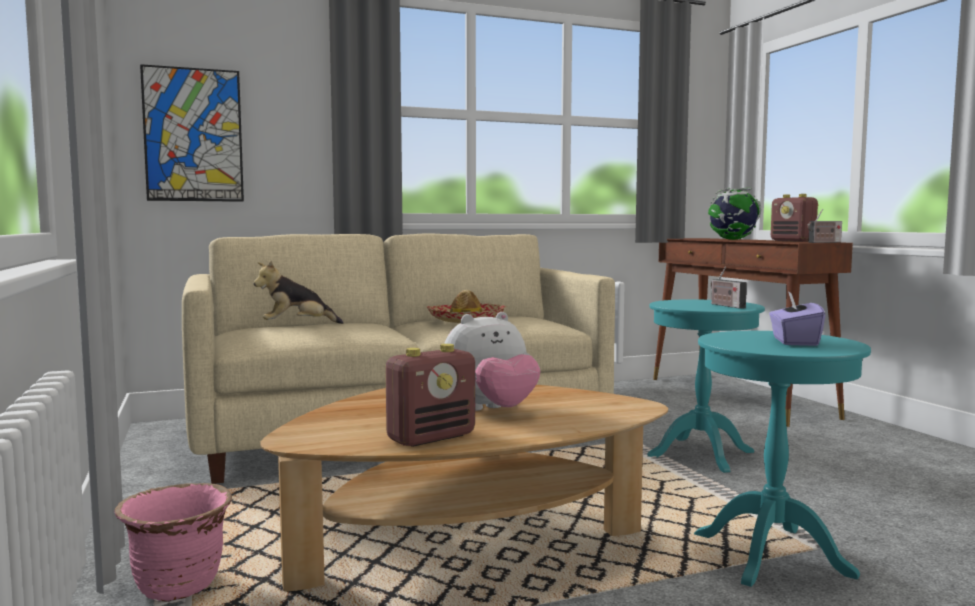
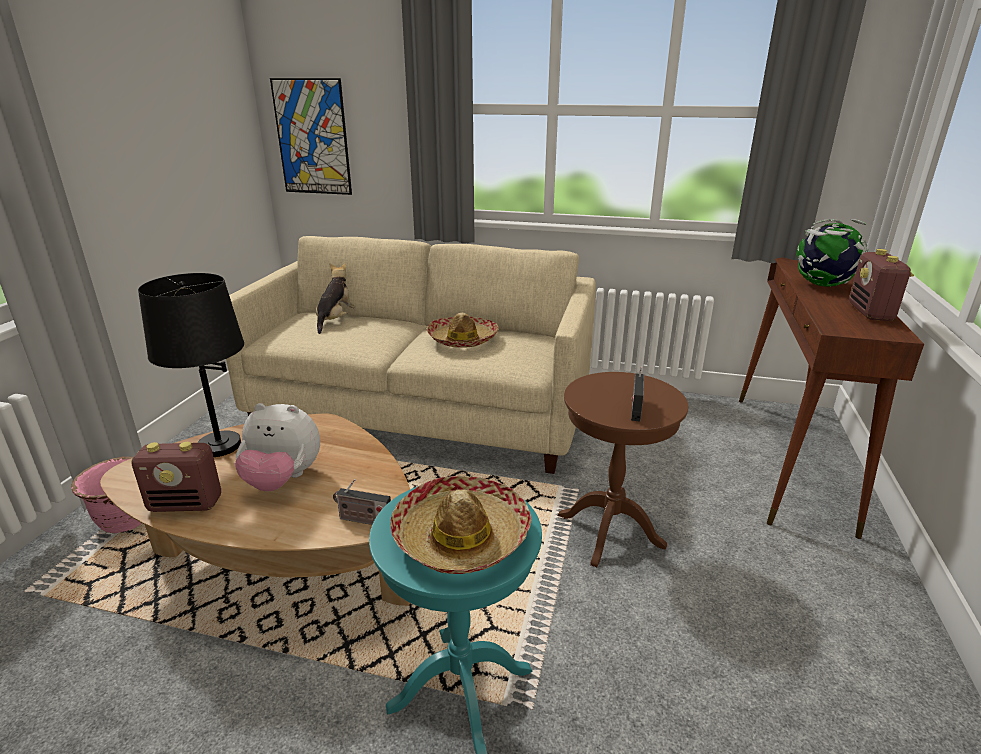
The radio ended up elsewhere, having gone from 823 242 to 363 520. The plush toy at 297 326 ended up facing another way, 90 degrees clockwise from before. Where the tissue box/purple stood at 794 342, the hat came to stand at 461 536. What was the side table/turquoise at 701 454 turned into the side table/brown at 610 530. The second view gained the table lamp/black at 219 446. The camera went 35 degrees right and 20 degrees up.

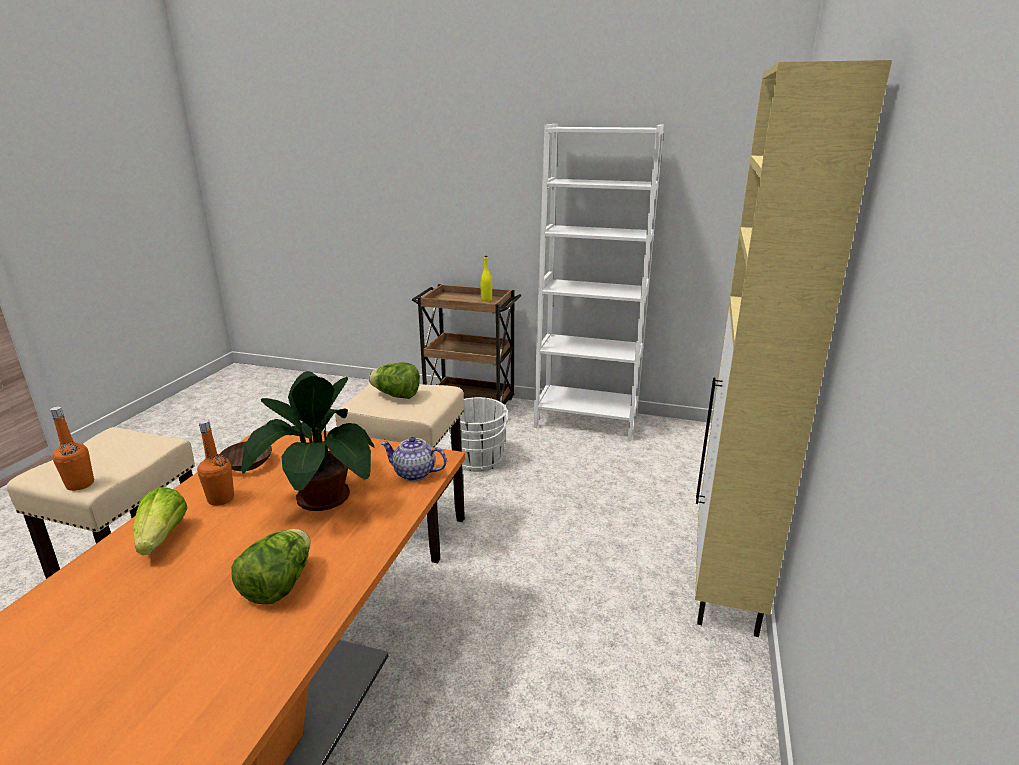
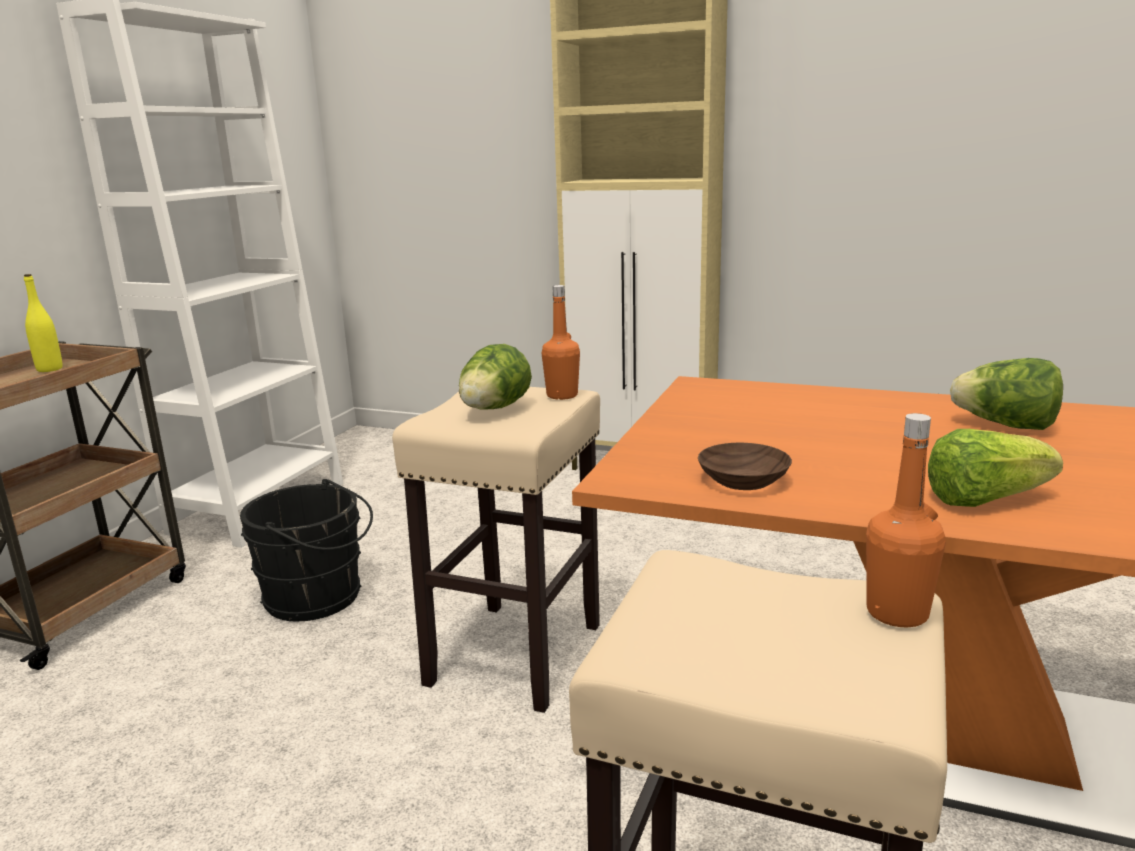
The second view lost the potted plant at 321 498. What was the bucket/white at 477 460 turned into the bucket/black at 318 598. The bottle/orange ended up elsewhere, having gone from 221 499 to 562 395. The second view lost the teapot at 414 473. The camera went 85 degrees left and 5 degrees down.

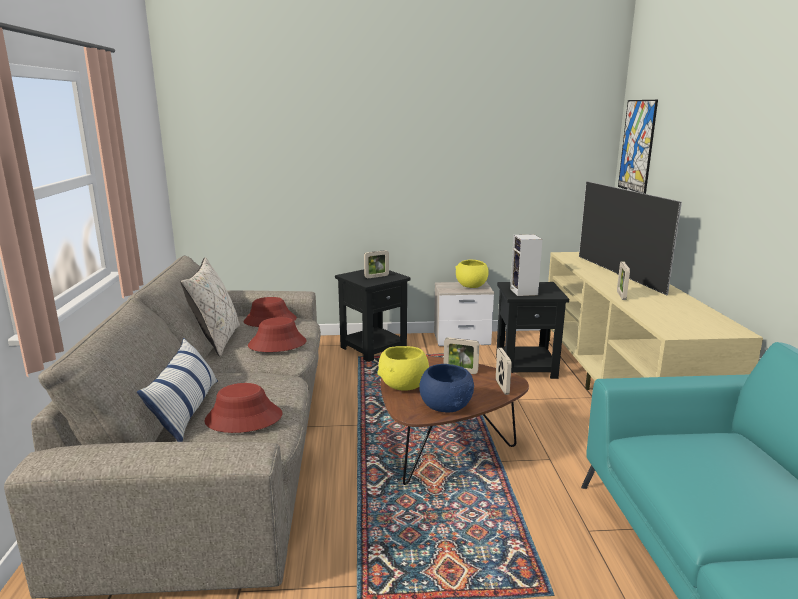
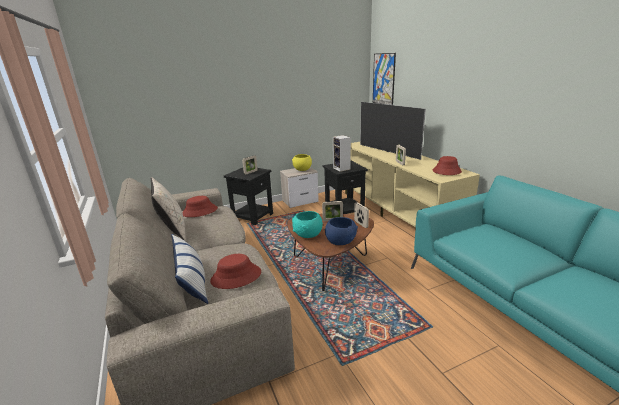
The hat/red ended up elsewhere, having gone from 277 344 to 446 171. What was the bowl/yellow at 402 385 turned into the bowl/turquoise at 307 235. The camera went 20 degrees left and 5 degrees up.

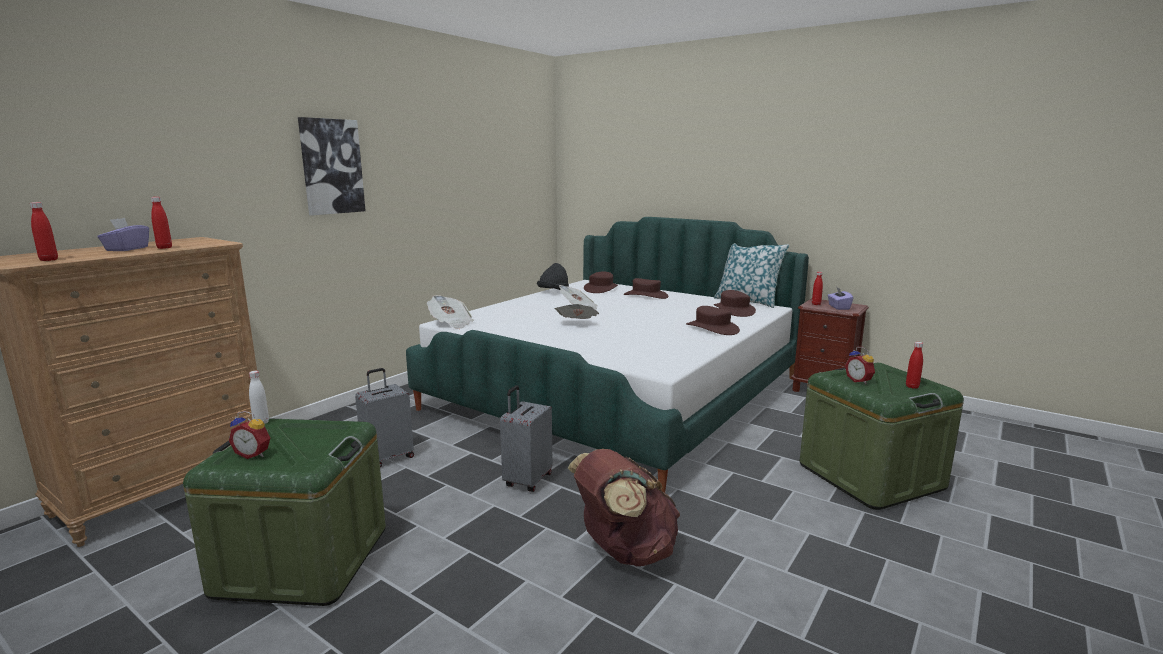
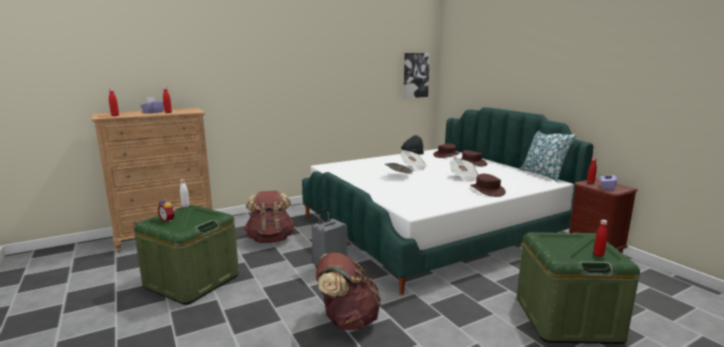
The picture ended up elsewhere, having gone from 331 166 to 415 75. The second view lost the hat/brown at 734 310. The newspaper ended up elsewhere, having gone from 451 324 to 463 178. The second view lost the alarm clock at 859 381. Where the suitcase/grey stood at 388 457, the backpack/brown came to stand at 270 239. The camera went 25 degrees right and 0 degrees up.

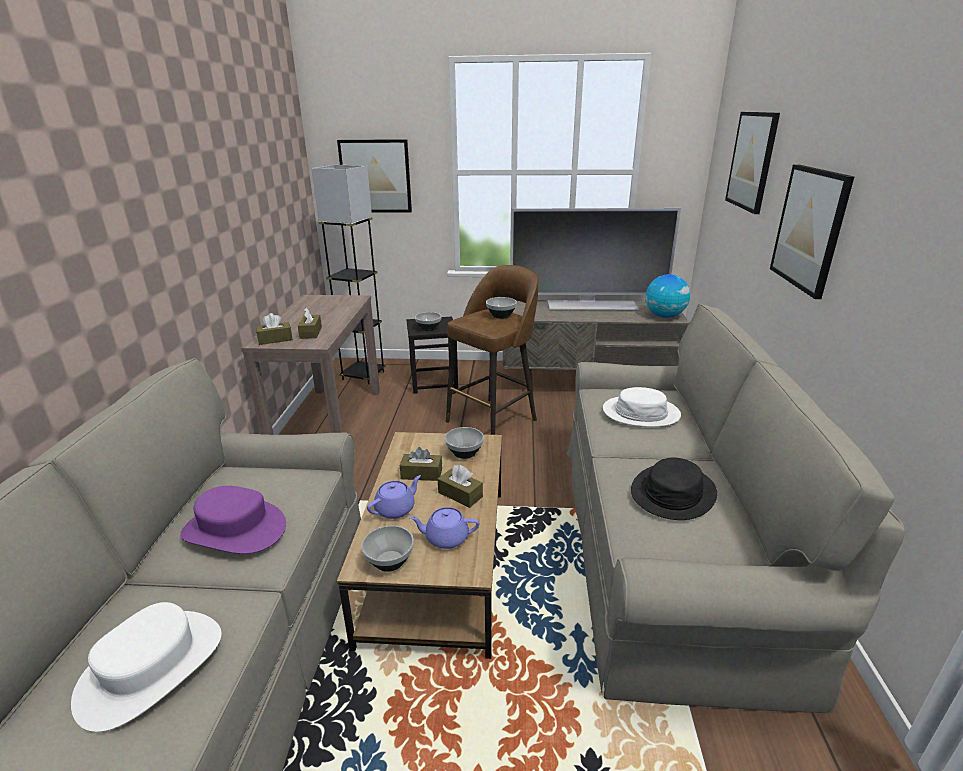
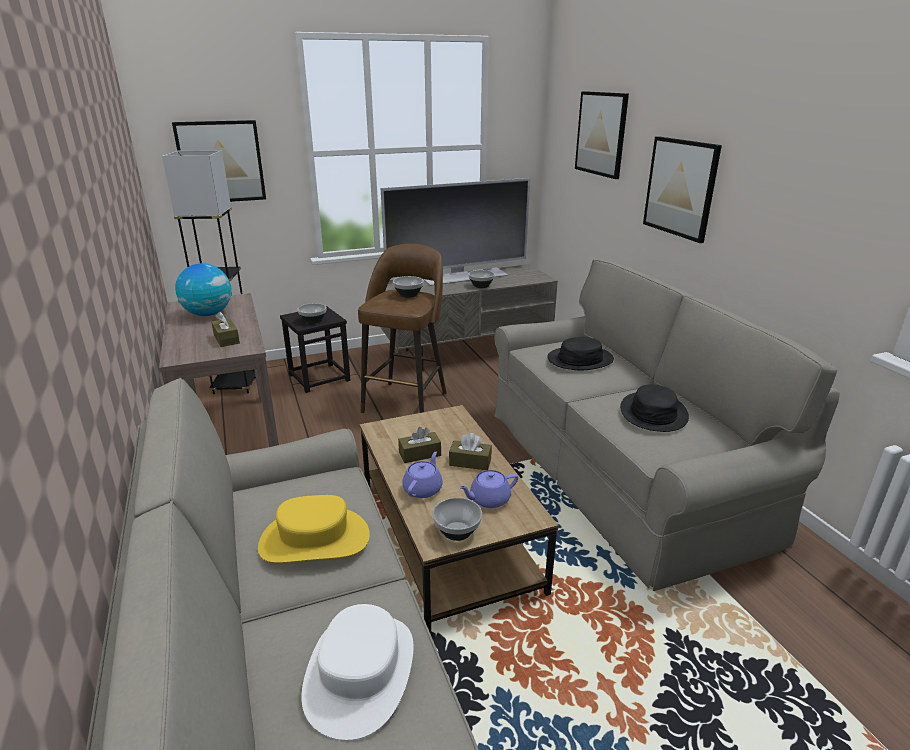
The globe ended up elsewhere, having gone from 664 316 to 208 314. The second view lost the tissue box/brown at 275 339. What was the hat/white at 640 413 turned into the hat/black at 580 359. The bowl ended up elsewhere, having gone from 465 453 to 481 286. What was the hat/purple at 235 529 turned into the hat/yellow at 315 539. The camera went 25 degrees left and 0 degrees up.

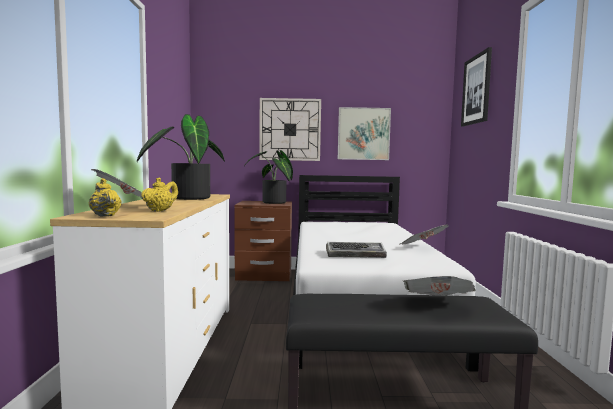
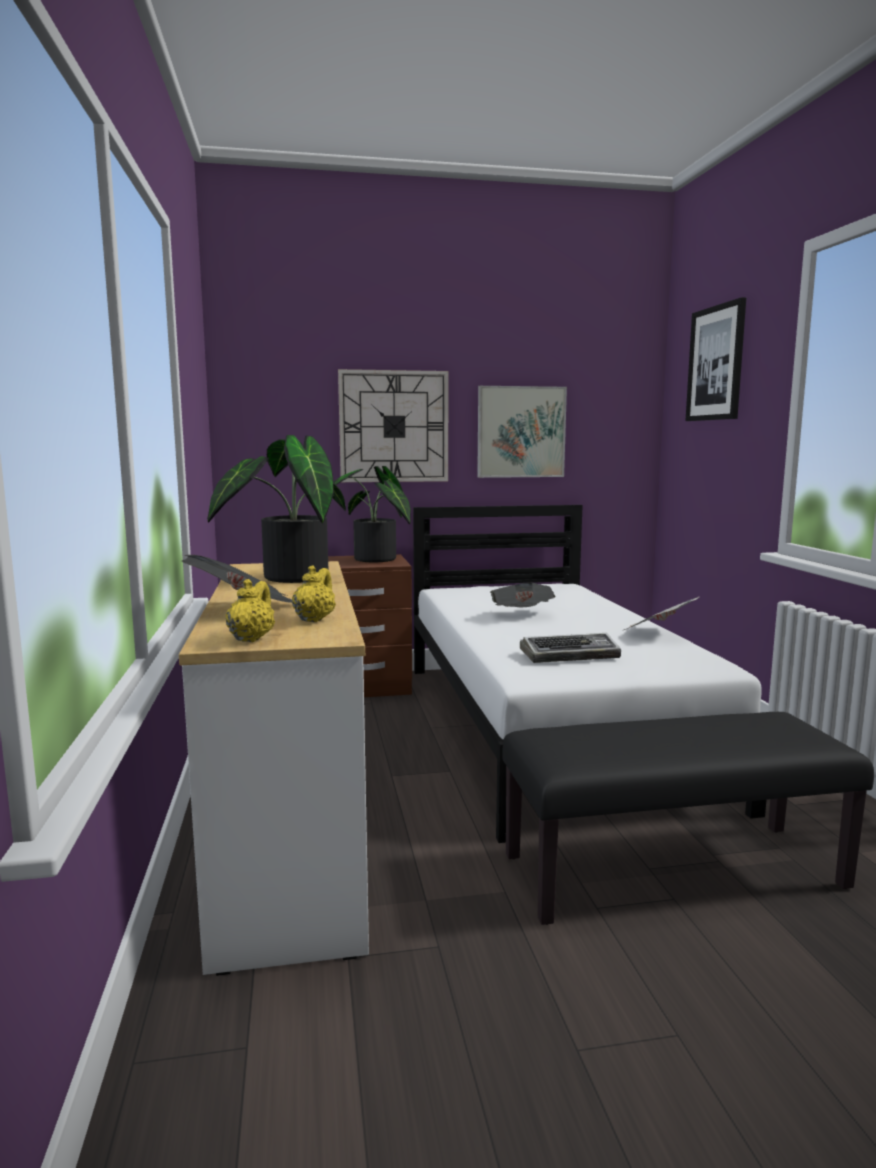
The teapot/yellow at 105 215 ended up facing another way, 60 degrees clockwise from before. The newspaper ended up elsewhere, having gone from 437 306 to 522 614. The camera went 10 degrees left and 5 degrees up.

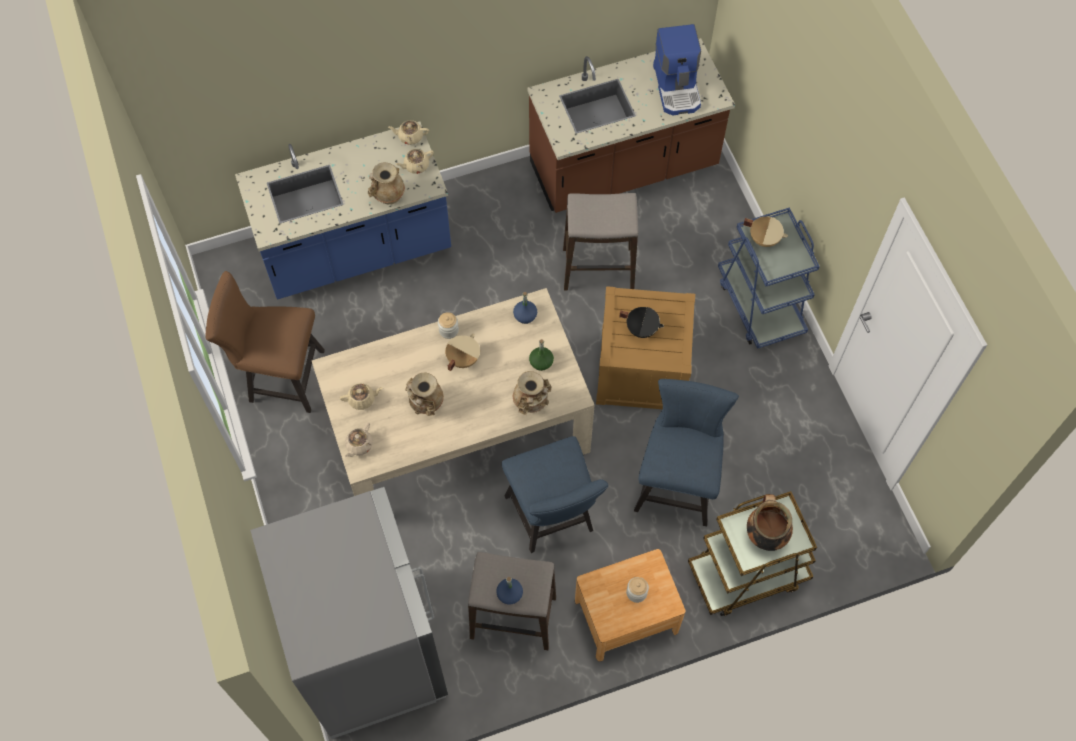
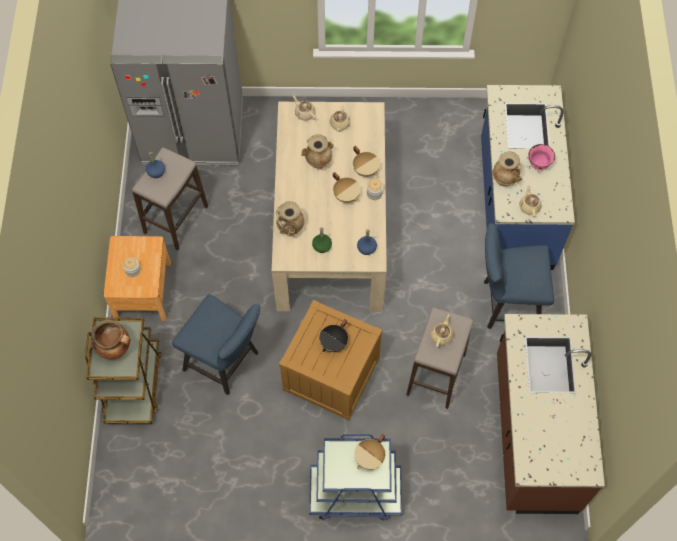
The second view lost the coffee machine at 677 87. The teapot/beige ended up elsewhere, having gone from 410 136 to 441 335. The second view lost the chair/brown at 280 376. The chair/blue ended up elsewhere, having gone from 552 518 to 506 304. The second view gained the bowl/pink at 538 165. The second view gained the cooking pot/beige at 366 170. The camera went 110 degrees right and 0 degrees up.

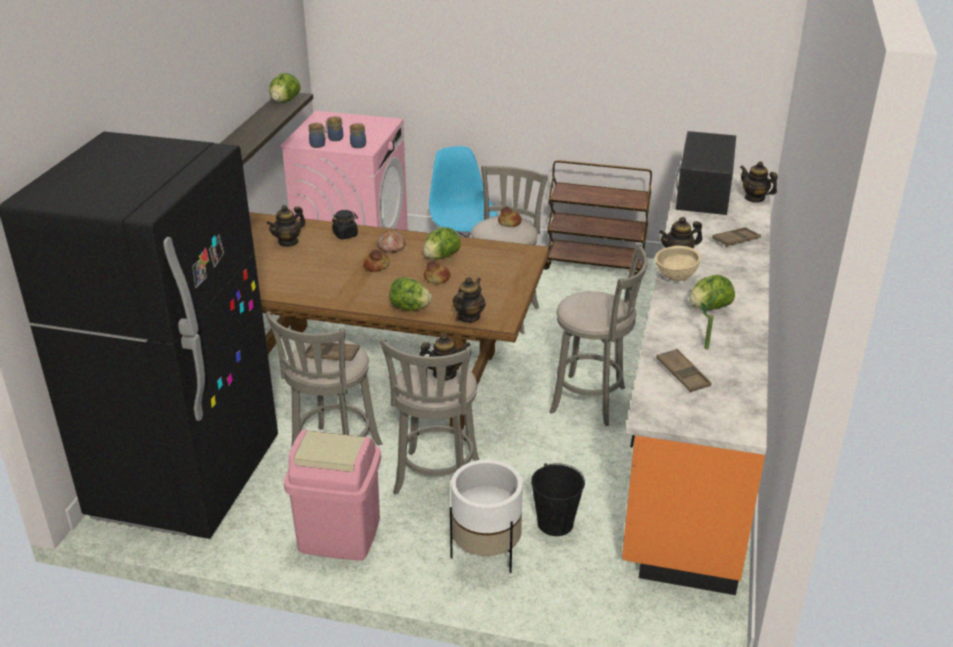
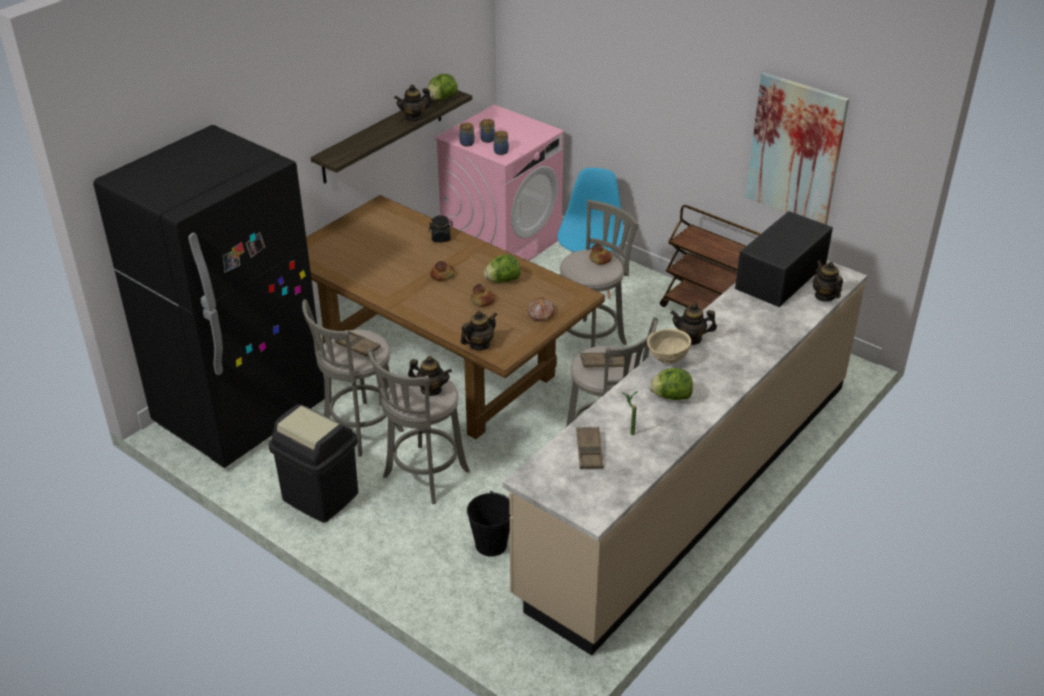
What was the counter/orange at 693 410 turned into the counter/beige at 690 484. The teapot ended up elsewhere, having gone from 288 242 to 414 117. The tray/brown ended up elsewhere, having gone from 735 240 to 604 363. The bread ended up elsewhere, having gone from 391 247 to 540 314. The second view lost the lettuce at 409 308. What was the trash can/pink at 339 535 turned into the trash can/black at 320 497. The second view lost the planter/white at 486 553. The second view gained the picture at 795 149. The camera went 25 degrees right and 5 degrees up.

